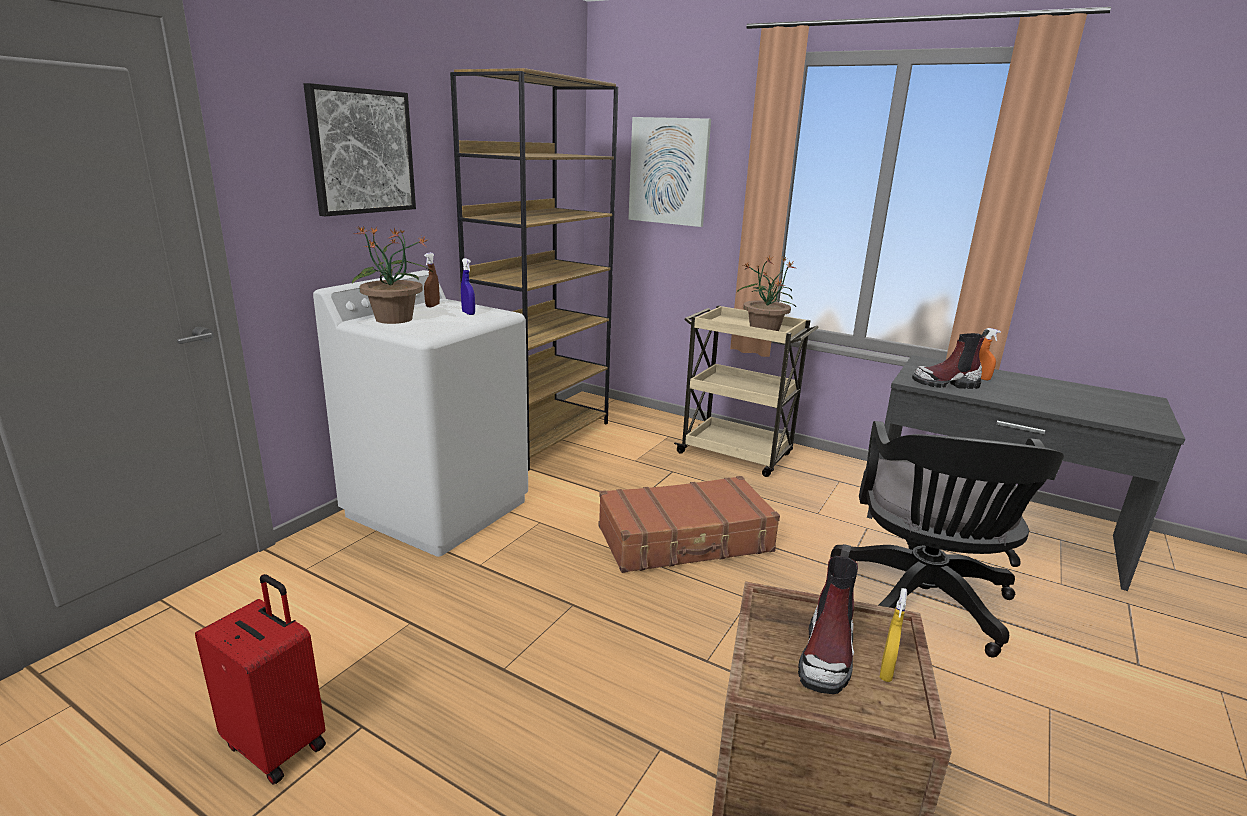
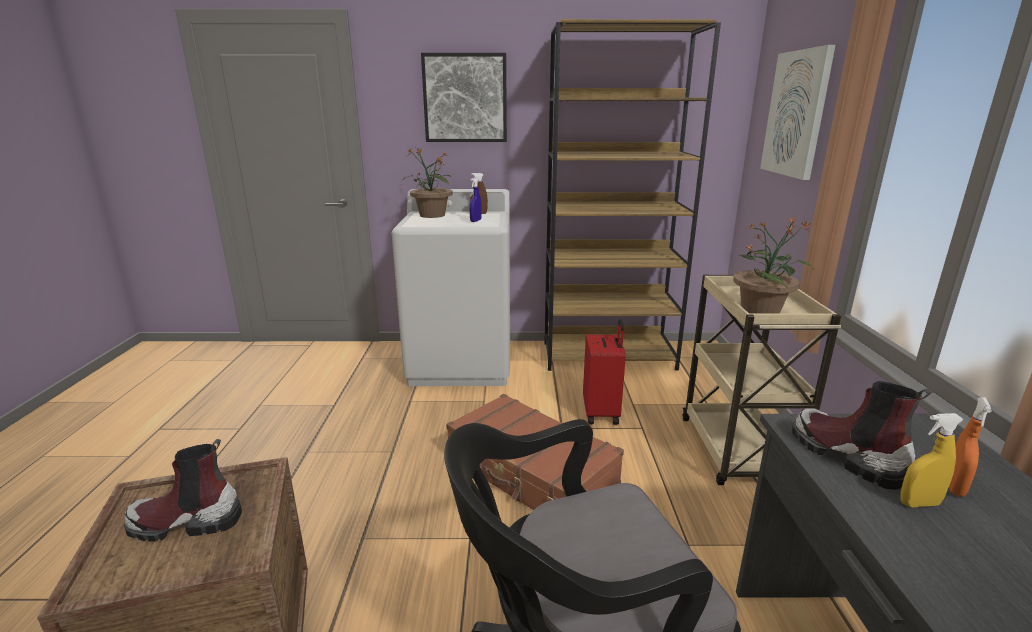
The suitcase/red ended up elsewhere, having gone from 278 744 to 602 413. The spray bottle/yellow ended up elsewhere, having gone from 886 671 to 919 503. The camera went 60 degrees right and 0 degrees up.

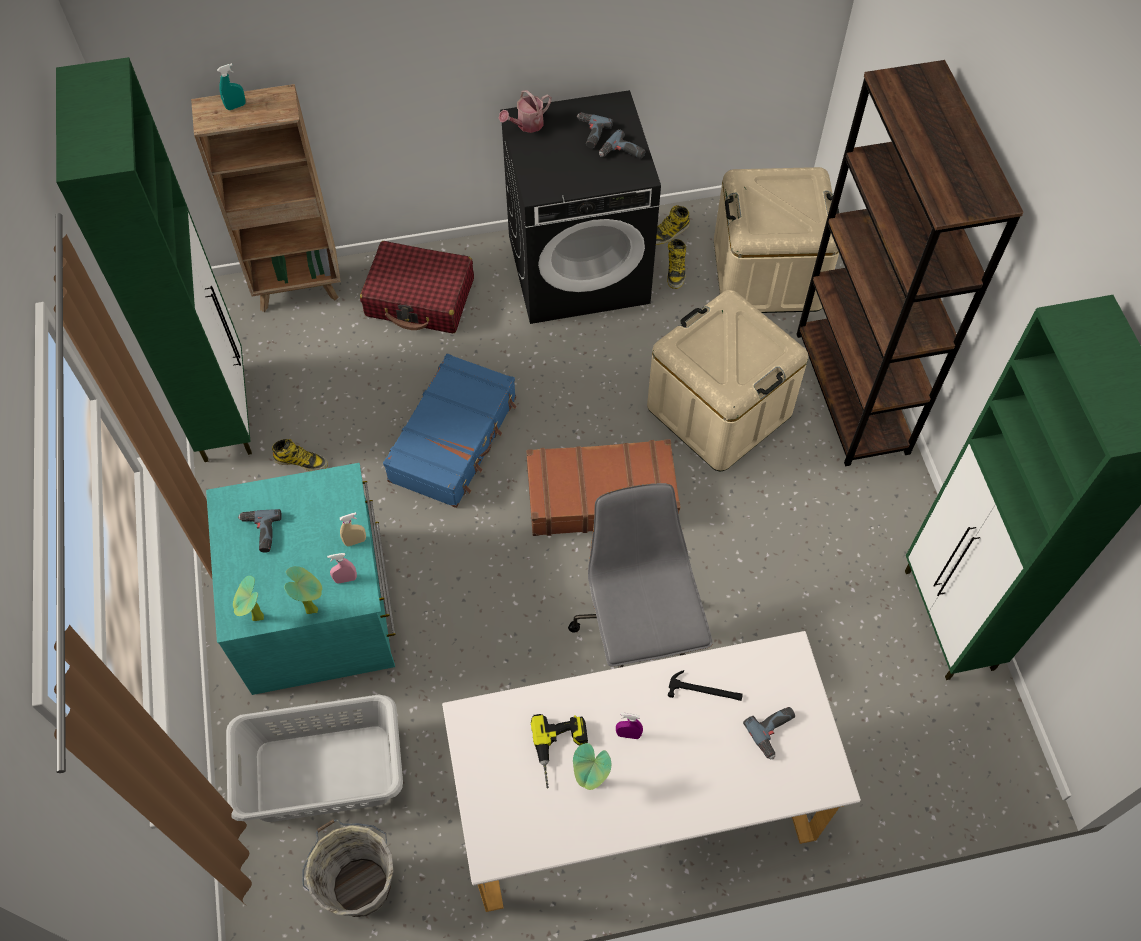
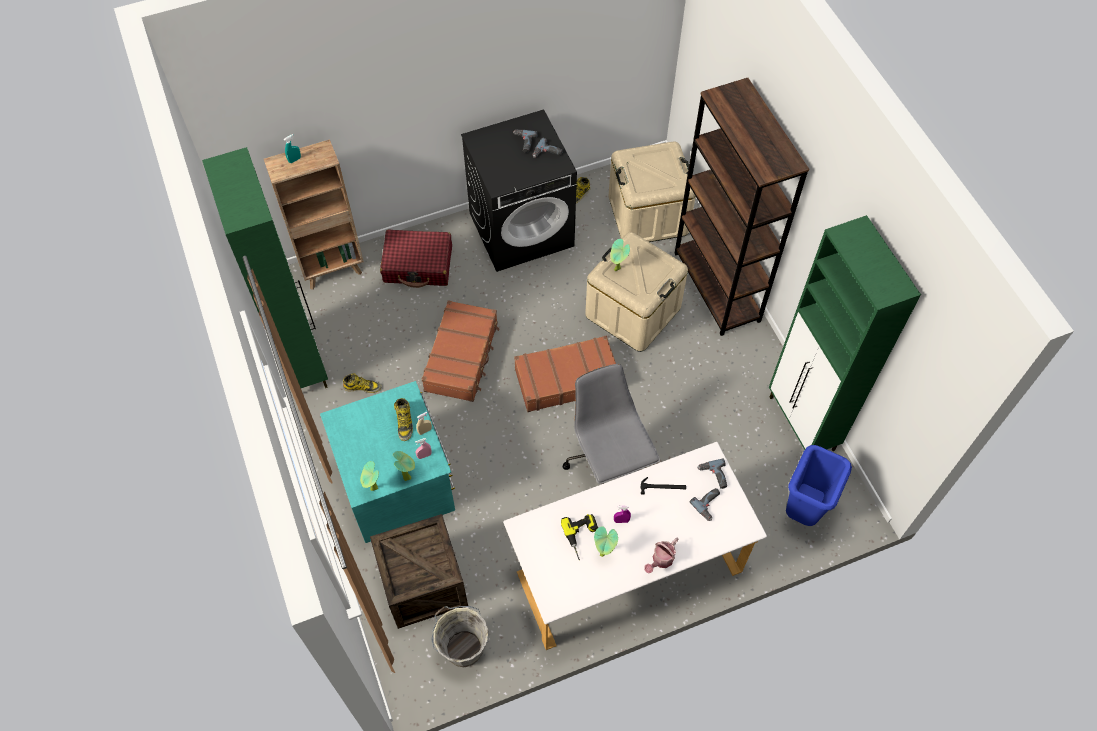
The watering can ended up elsewhere, having gone from 527 125 to 660 560. The boot ended up elsewhere, having gone from 675 270 to 404 423. What was the suitcase/blue at 454 439 turned into the suitcase/brown at 462 357. The power drill ended up elsewhere, having gone from 259 533 to 713 476. Where the laundry basket/grey stood at 322 772, the crate came to stand at 423 583. The second view gained the potted plant at 617 270. The second view gained the trash can/blue at 802 511. The camera went 10 degrees left and 0 degrees up.

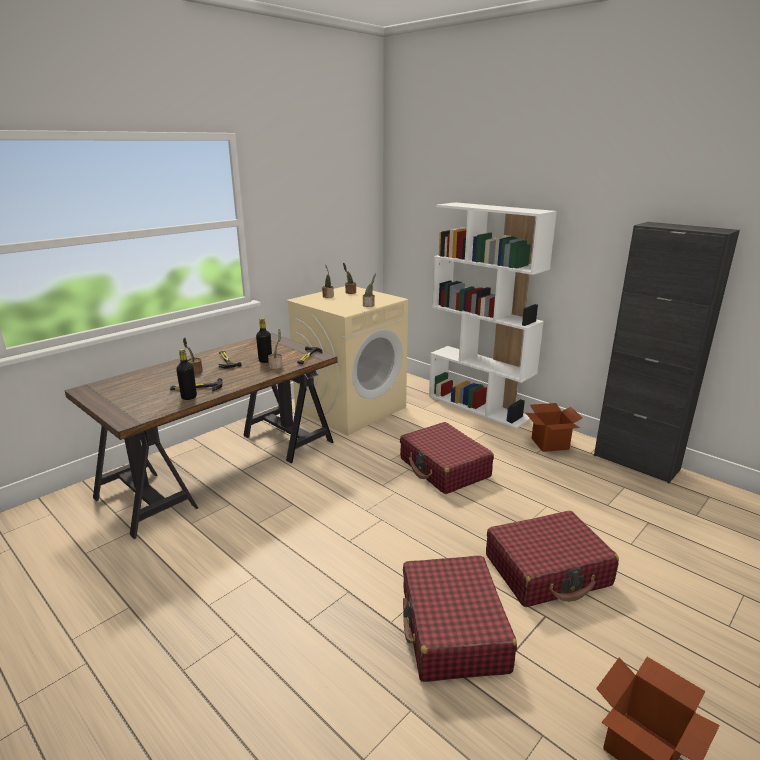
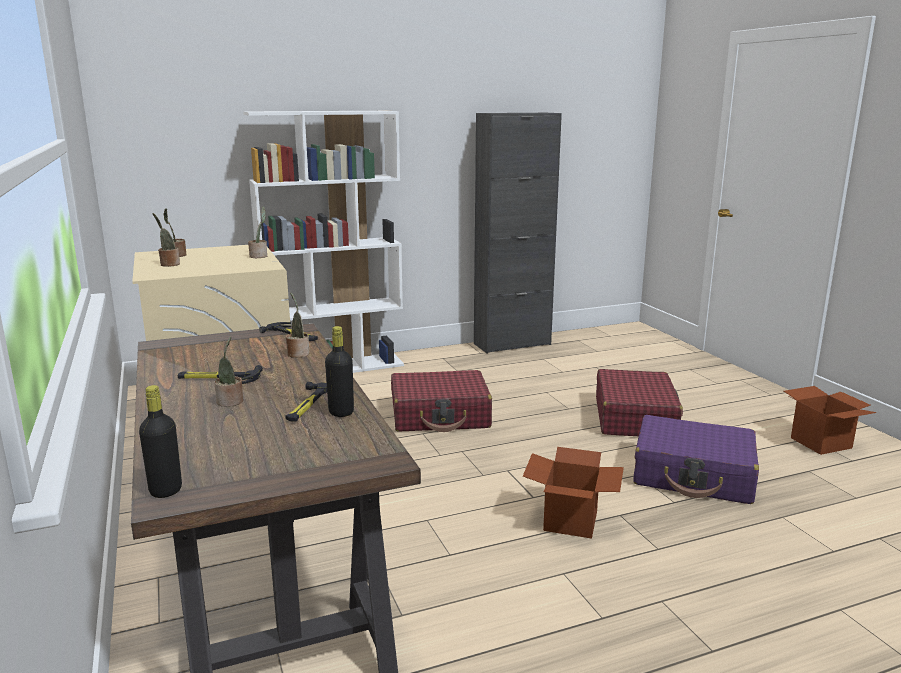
The bottle/black ended up elsewhere, having gone from 265 361 to 166 490. The cardboard box ended up elsewhere, having gone from 550 443 to 570 521. What was the suitcase/red at 453 630 turned into the suitcase/purple at 693 475. The camera went 65 degrees left and 5 degrees down.

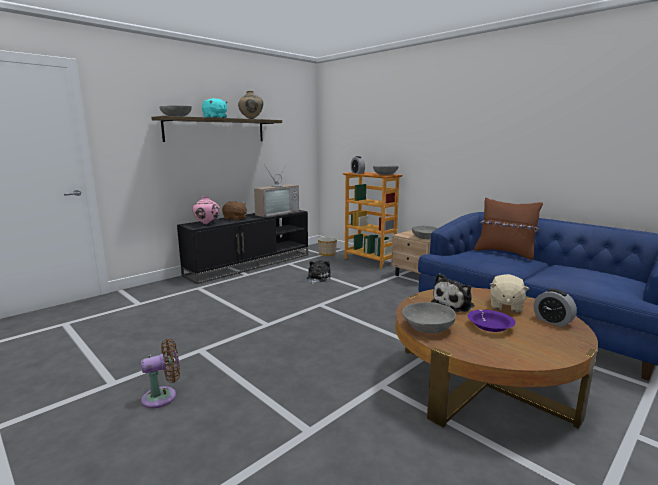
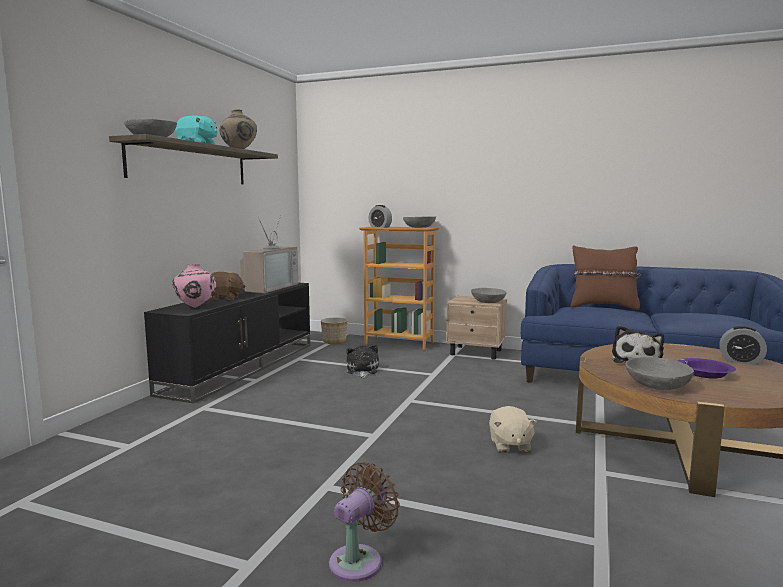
The plush toy/beige ended up elsewhere, having gone from 505 306 to 509 445. The camera went 25 degrees left and 5 degrees down.

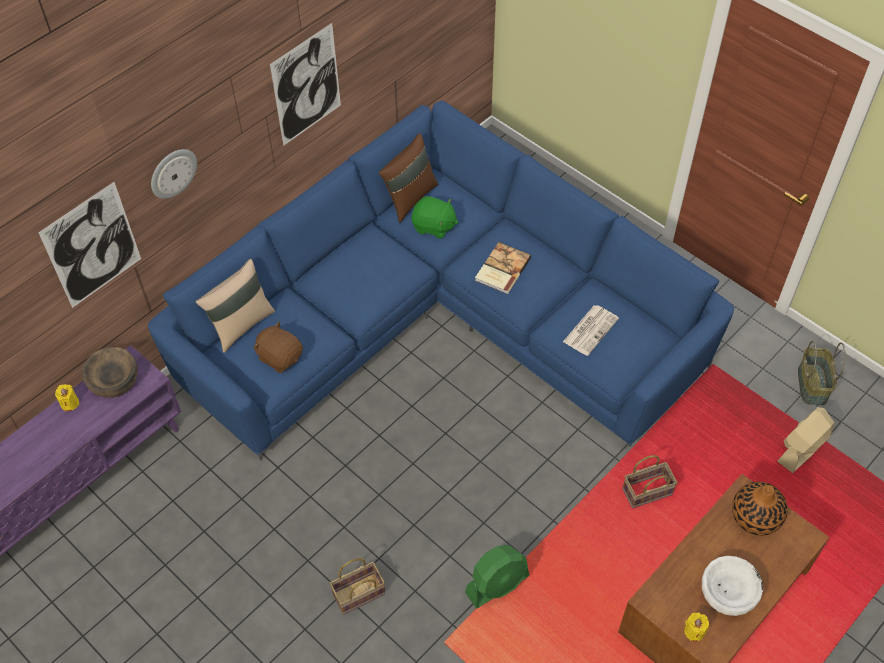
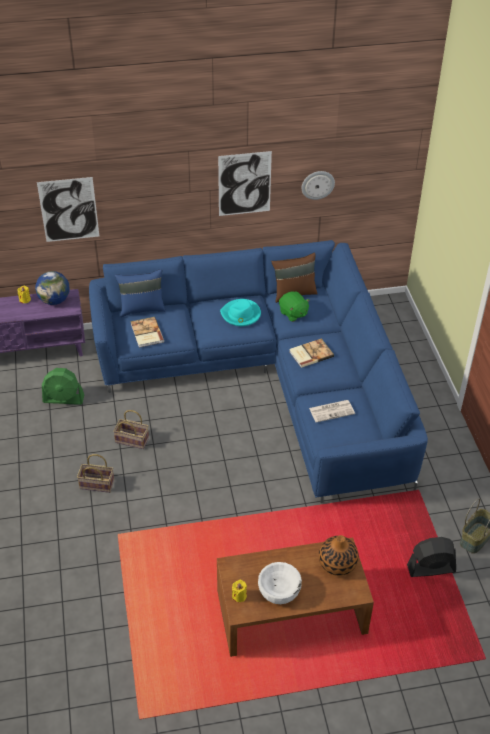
The wall clock ended up elsewhere, having gone from 172 173 to 317 184. What was the pillow/beige at 241 325 turned into the pillow/blue at 142 309. Where the plush toy/brown stood at 280 357, the book came to stand at 146 333. Where the bowl/brown stood at 114 381, the globe came to stand at 54 300. What was the fan/beige at 801 449 turned into the fan/black at 431 568. The basket ended up elsewhere, having gone from 647 490 to 133 440. The fan/green ended up elsewhere, having gone from 497 584 to 63 399. The second view gained the hat/turquoise at 241 314. The camera went 35 degrees right and 10 degrees down.

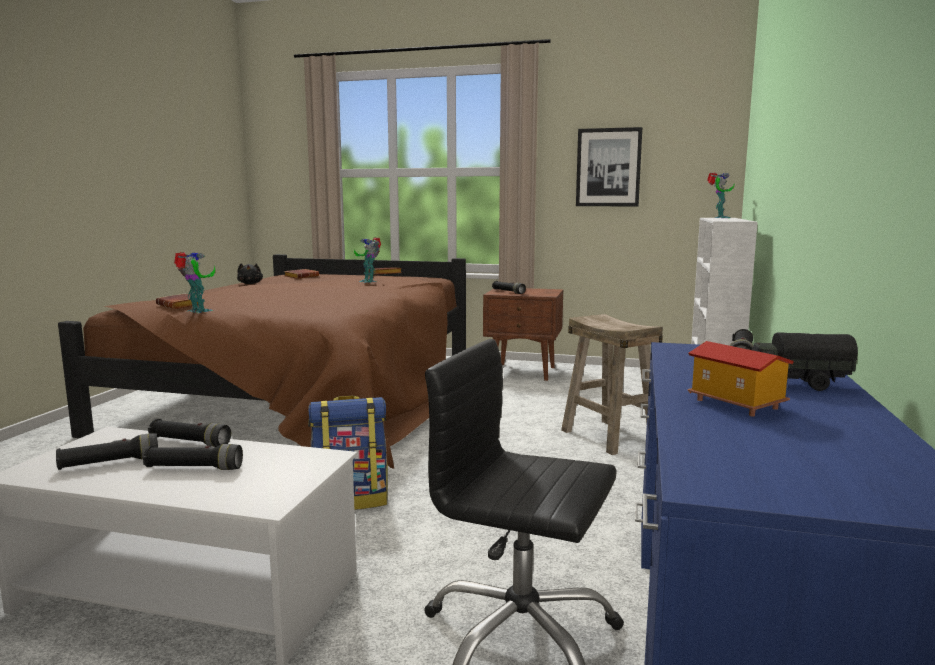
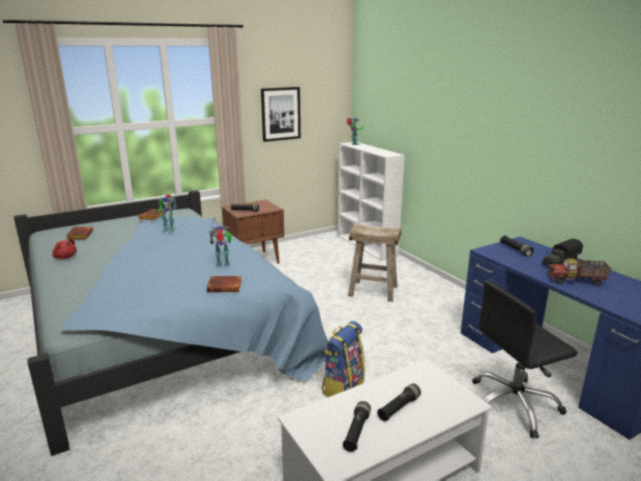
The toy robot ended up elsewhere, having gone from 198 311 to 223 265. What was the bed/brown at 312 396 turned into the bed/blue at 163 331. What was the plush toy/black at 250 283 turned into the plush toy/red at 65 257. The book/brown ended up elsewhere, having gone from 181 306 to 225 287. Where the toy house stood at 734 404, the toy truck came to stand at 576 281. The second view lost the flashlight/black at 190 442. The camera went 45 degrees left and 10 degrees up.

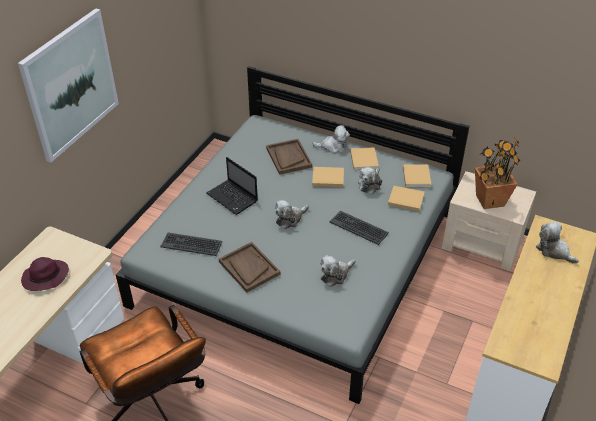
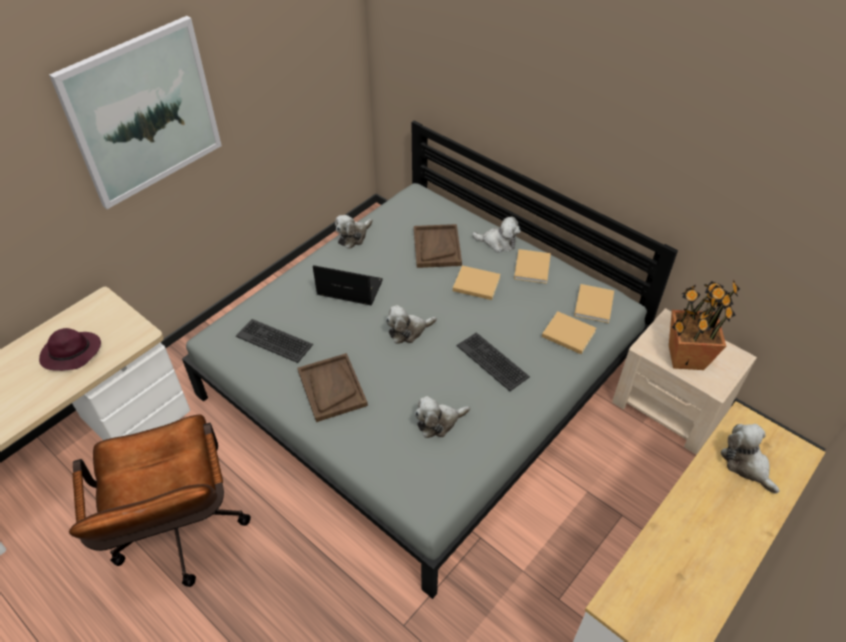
The laptop at 233 198 ended up facing another way, 135 degrees clockwise from before. The plush toy ended up elsewhere, having gone from 370 184 to 353 236. The camera went 15 degrees right and 5 degrees up.

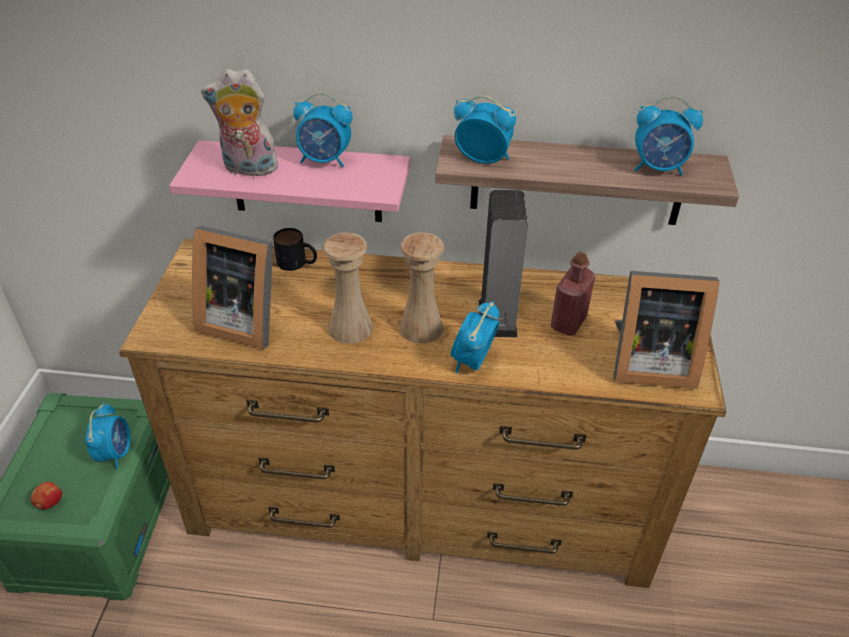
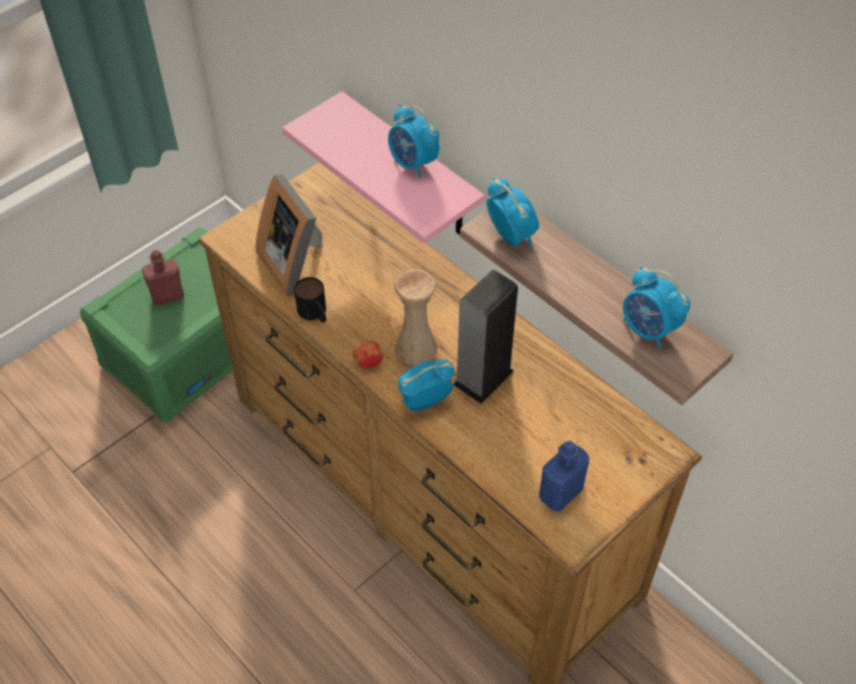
The second view lost the plush toy at 248 169. The mug ended up elsewhere, having gone from 297 263 to 315 313. The second view lost the vase/beige at 350 328. The bottle/red ended up elsewhere, having gone from 568 322 to 168 296. Where the picture frame stood at 648 363, the bottle/blue came to stand at 560 493. The second view lost the alarm clock at 115 453. The apple ended up elsewhere, having gone from 49 503 to 368 362. The camera went 40 degrees right and 10 degrees up.

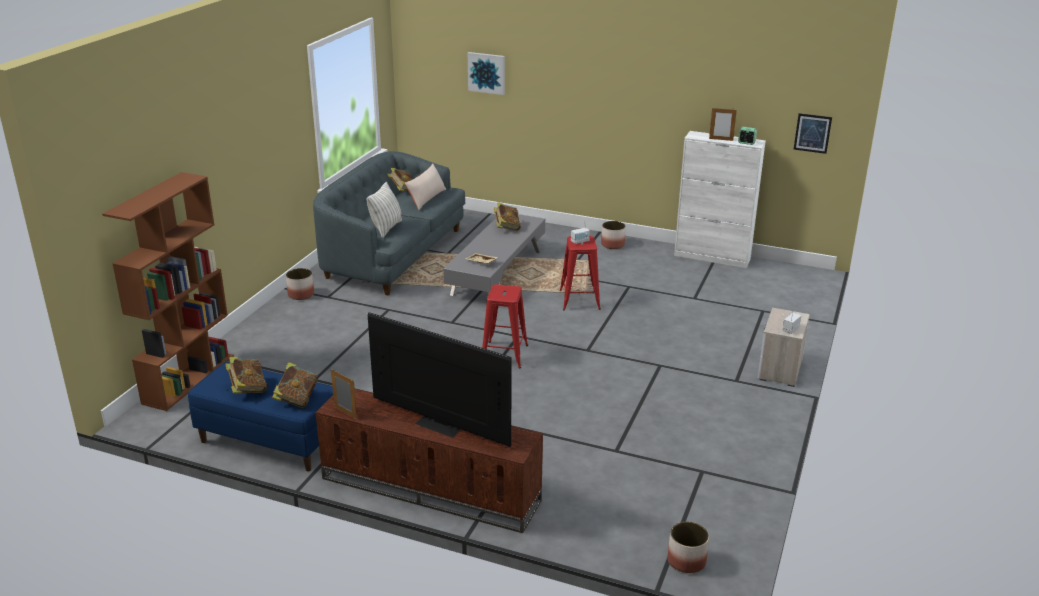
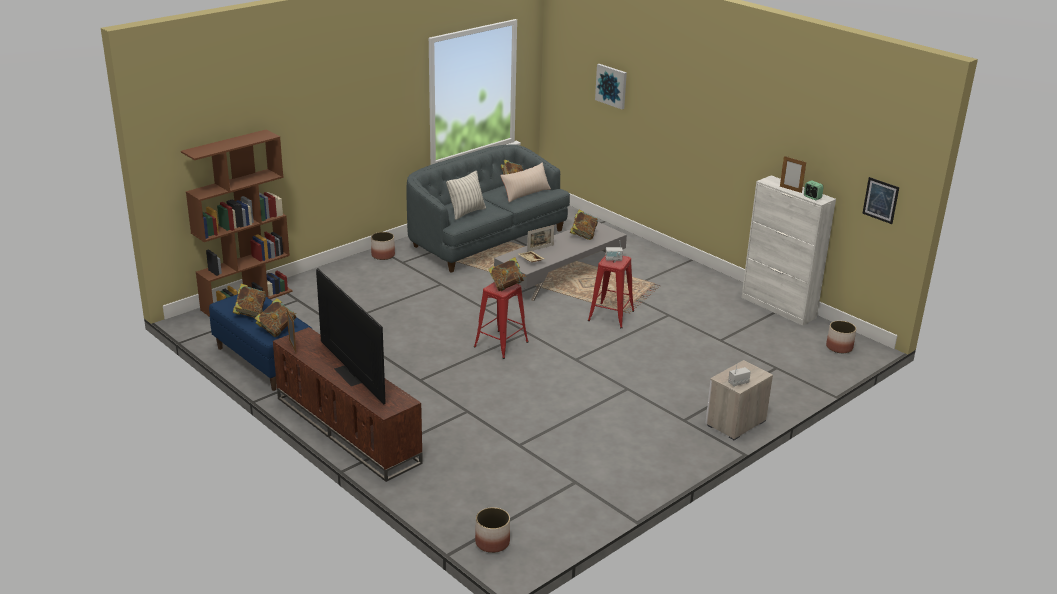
The planter ended up elsewhere, having gone from 612 244 to 839 347. The second view gained the picture frame at 540 248. The second view gained the book at 507 286. The camera went 25 degrees right and 0 degrees up.

